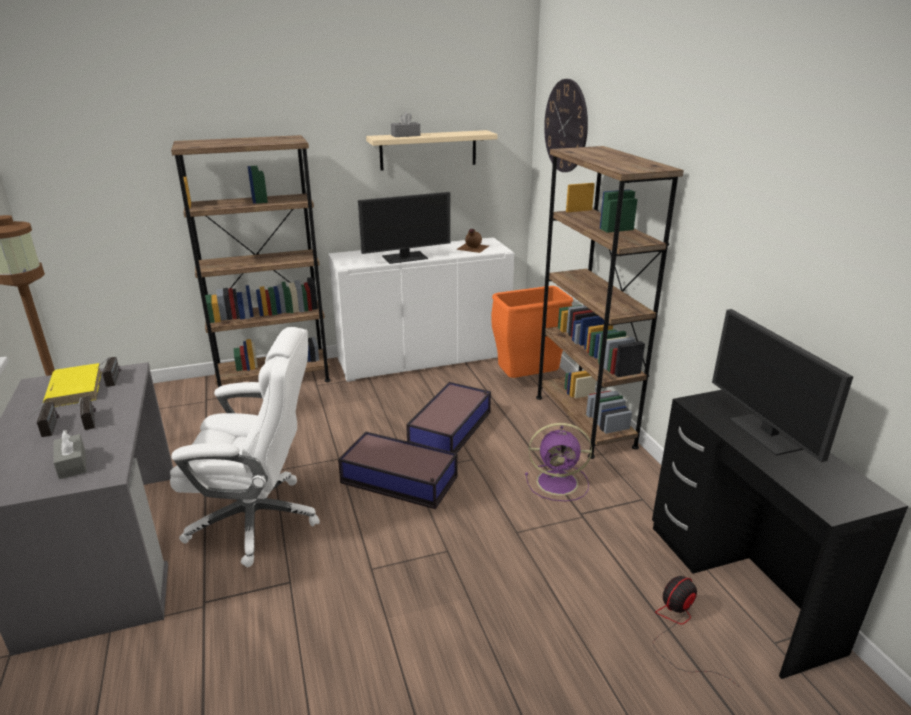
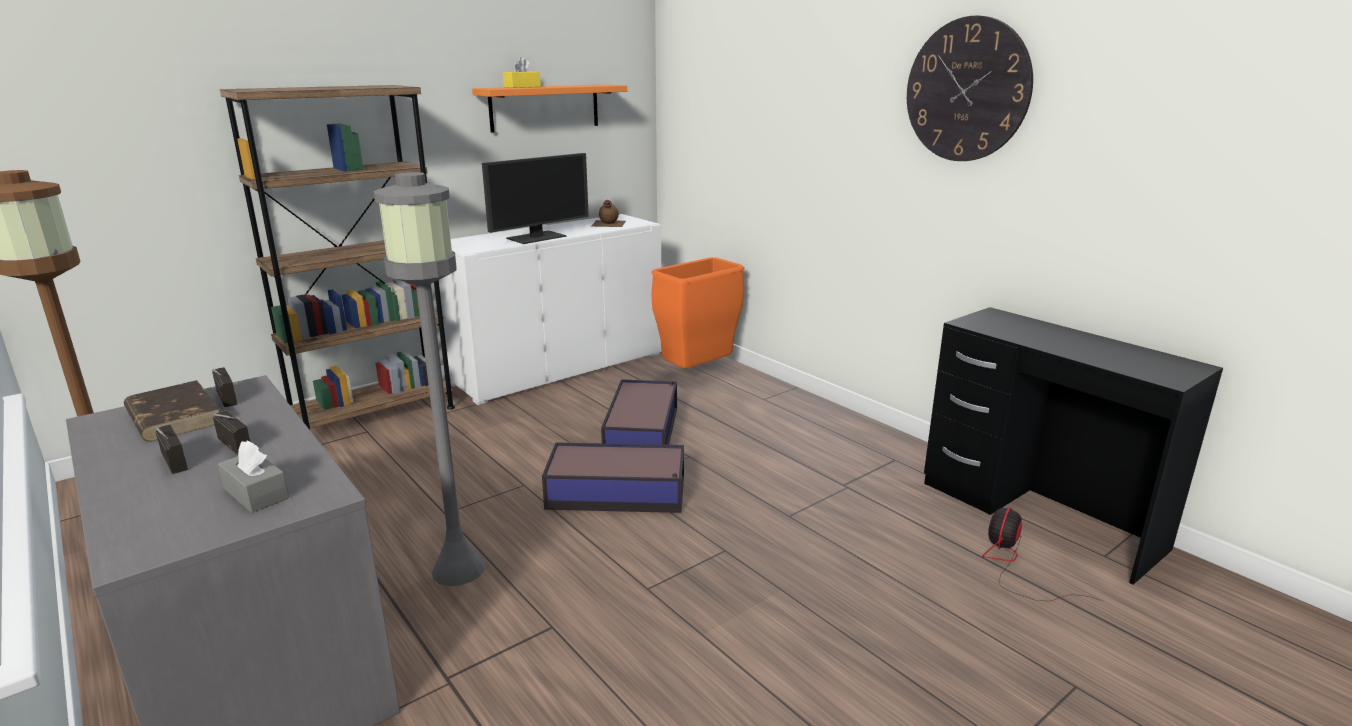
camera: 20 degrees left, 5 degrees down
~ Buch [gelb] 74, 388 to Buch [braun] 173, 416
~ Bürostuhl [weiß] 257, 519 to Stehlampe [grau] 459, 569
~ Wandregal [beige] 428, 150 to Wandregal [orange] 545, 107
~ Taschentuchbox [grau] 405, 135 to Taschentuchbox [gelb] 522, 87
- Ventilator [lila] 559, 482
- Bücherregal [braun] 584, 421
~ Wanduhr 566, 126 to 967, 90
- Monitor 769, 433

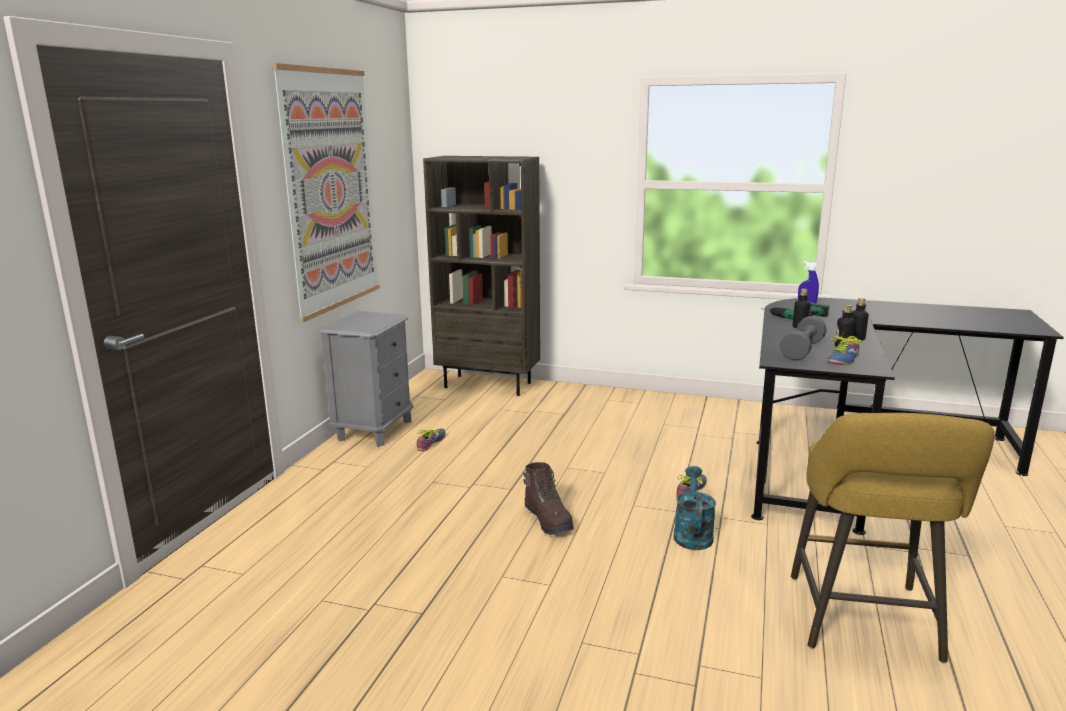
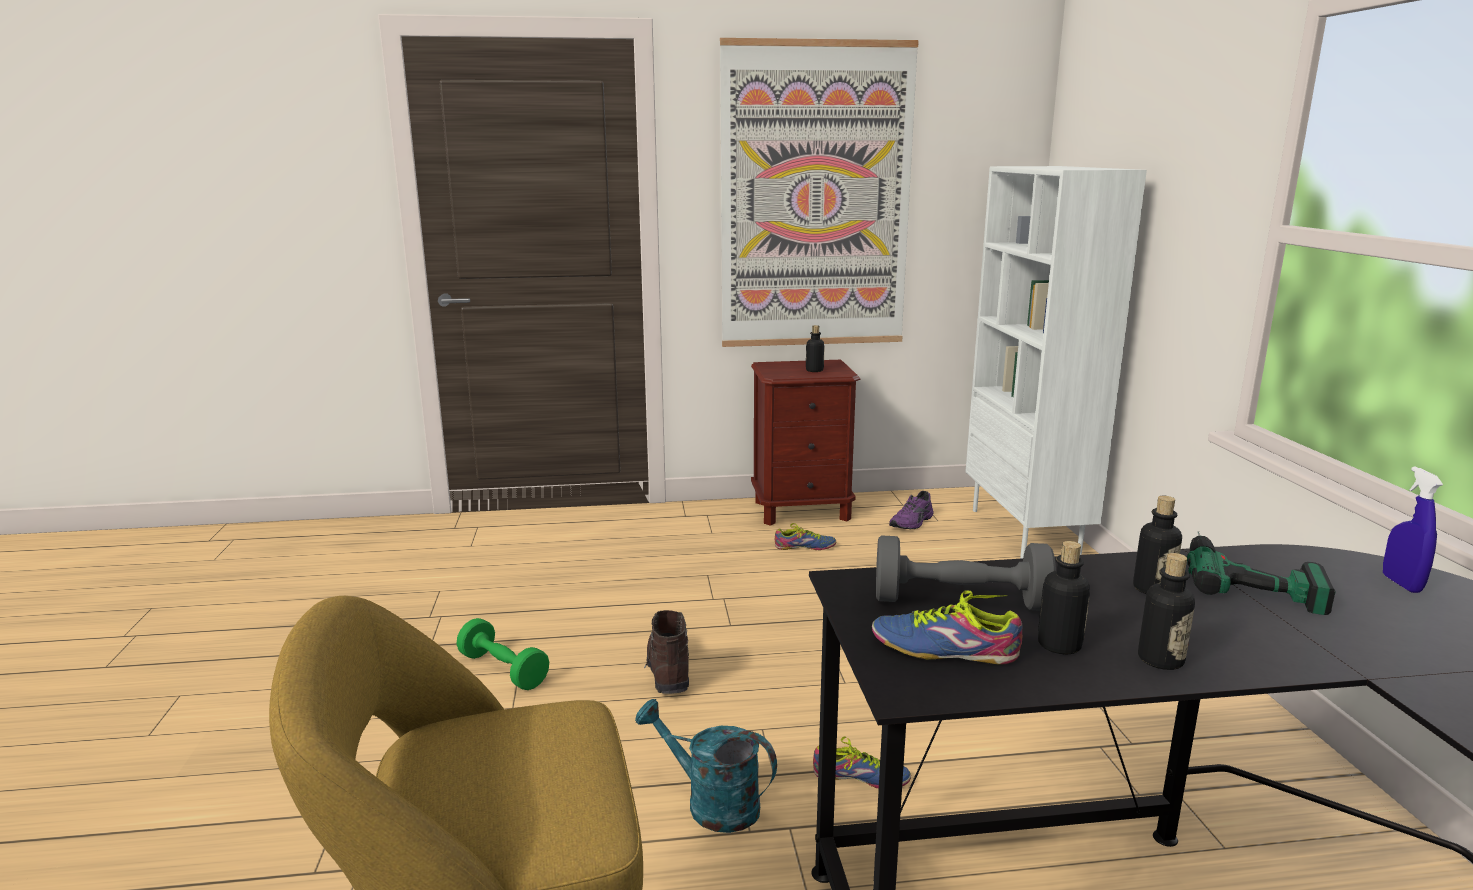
camera: 65 degrees right, 0 degrees up
~ Nachttisch [grau] 374, 430 to Nachttisch [braun] 802, 510
~ Bücherregal [braun] 489, 385 to Bücherregal [weiß] 1026, 532
~ Stiefel [braun] 549, 520 = 668, 670 135 degrees clockwise
~ Gießkanne [türkis] 692, 534 = 711, 803 135 degrees counterclockwise
+ Hantel [grün] 503, 670
+ Flasche 814, 370
+ Schuh [lila] 913, 522

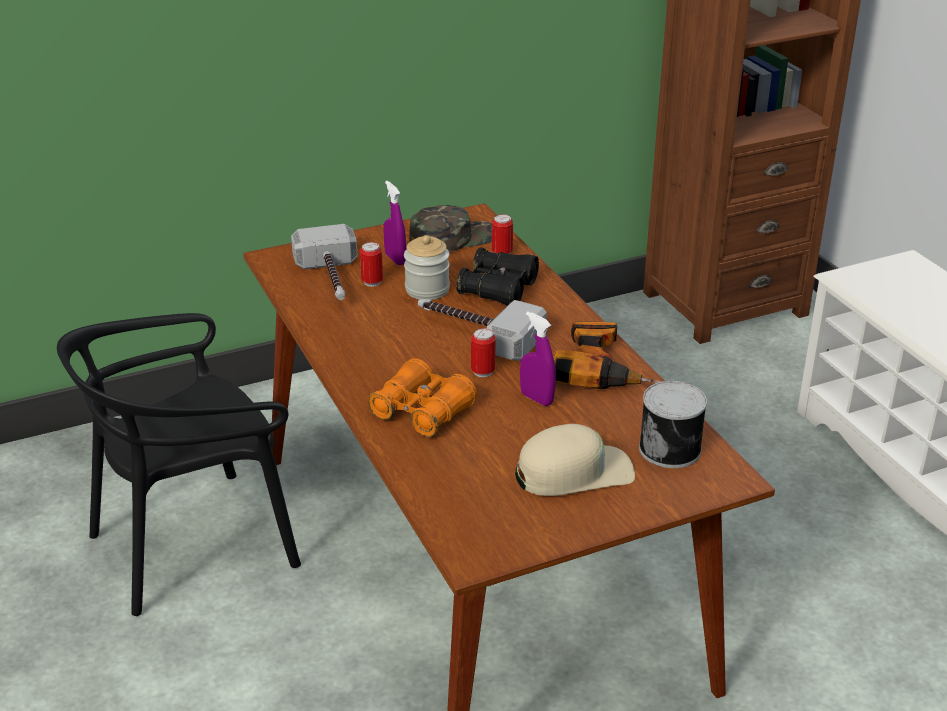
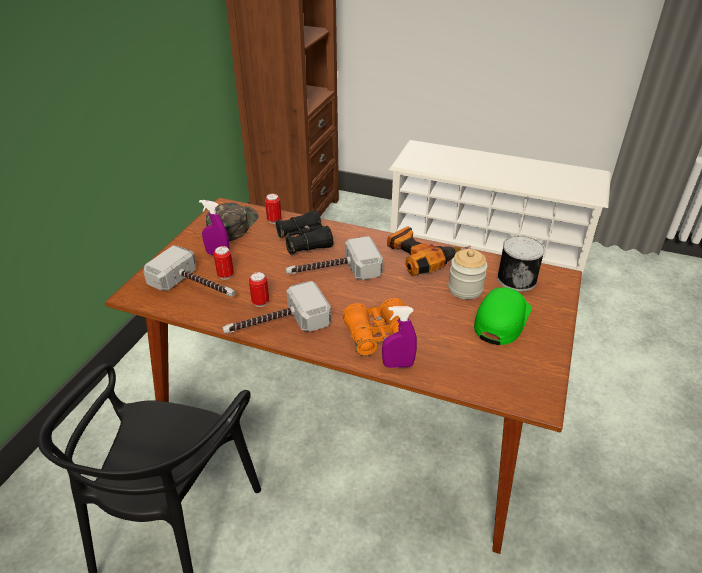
camera: 45 degrees left, 5 degrees up
~ Vorratsglas 427, 289 to 465, 289
~ Dose 483, 372 to 260, 302
~ Kappe [beige] 574, 472 to Kappe [grün] 501, 319
~ Sprühflasche [lila] 536, 399 to 398, 365
+ Hammer 275, 325

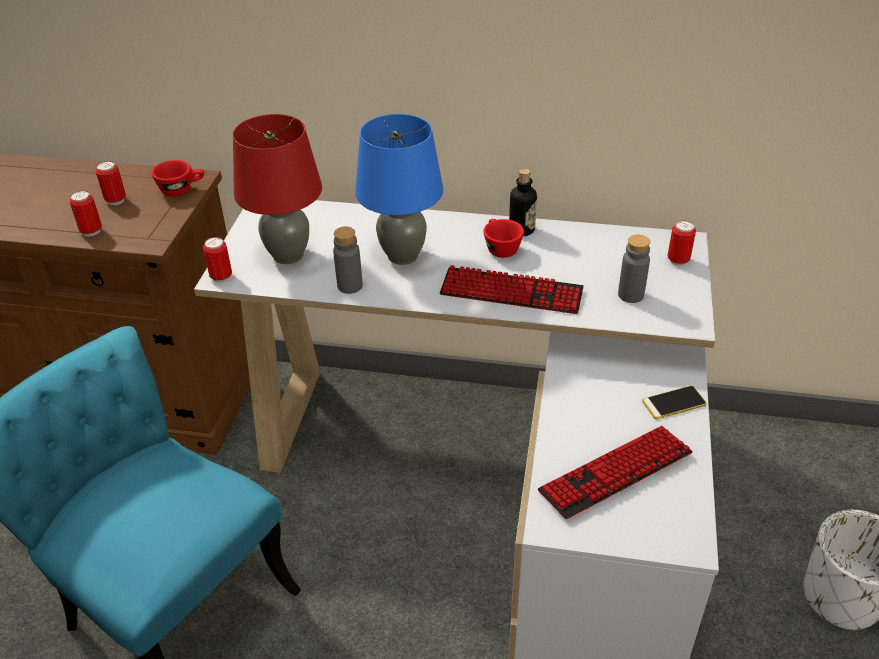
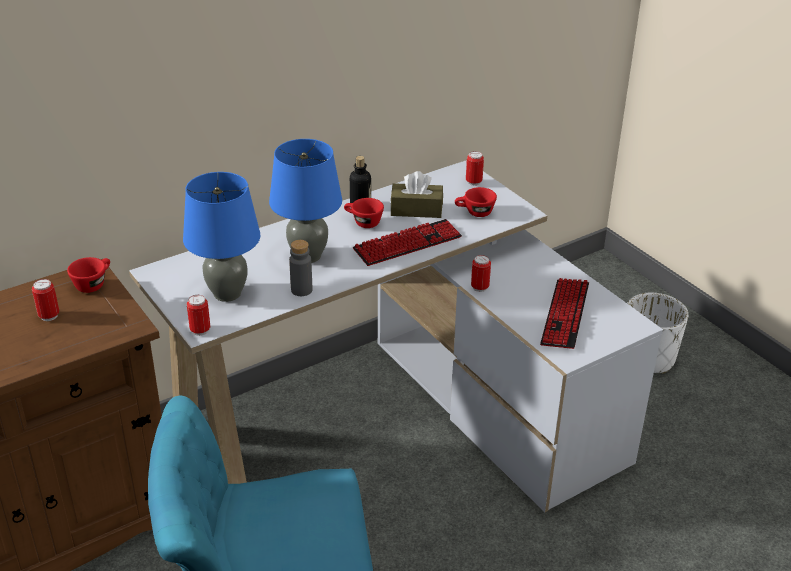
camera: 45 degrees left, 5 degrees down
~ Dose 91, 231 to 479, 287
~ Tischlampe [rot] 288, 255 to Tischlampe [blau] 227, 294
~ Flasche [grau] 630, 295 to Tasse [rot] 474, 213
- Handy 674, 403
+ Taschentuchbox [braun] 416, 210

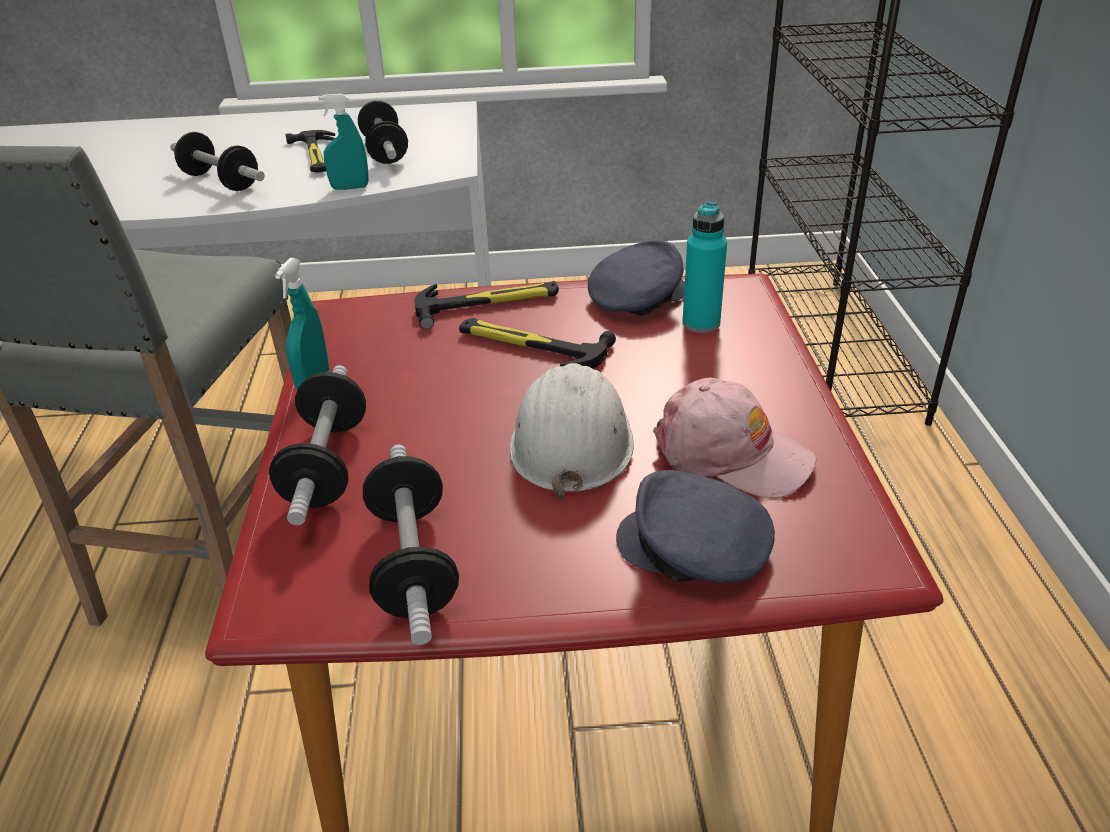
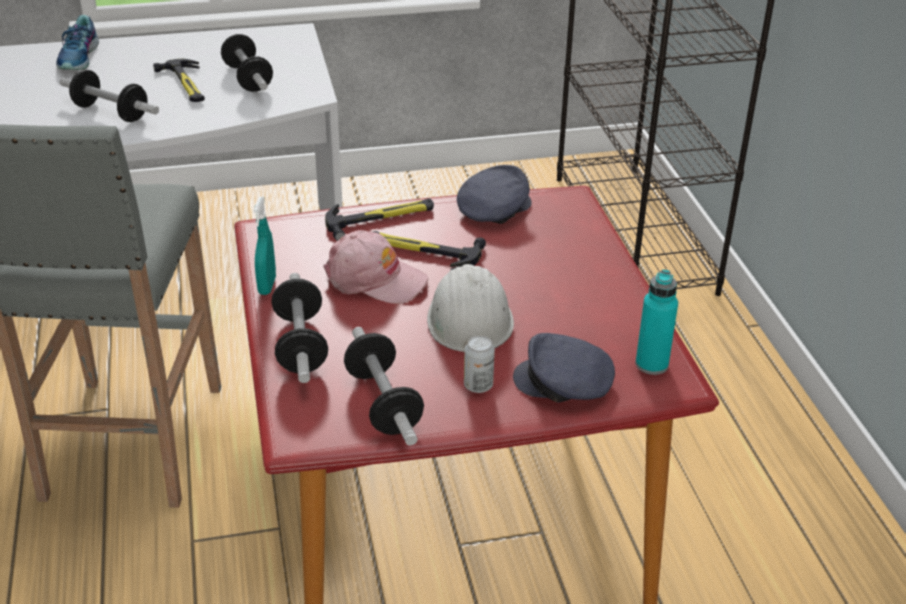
camera: 10 degrees left, 0 degrees up
- Sprühflasche [türkis] 350, 187
~ Kappe [rosa] 730, 453 to 375, 279
~ Flasche [türkis] 701, 323 to 651, 364
+ Schuh 80, 58
+ Dose 478, 385

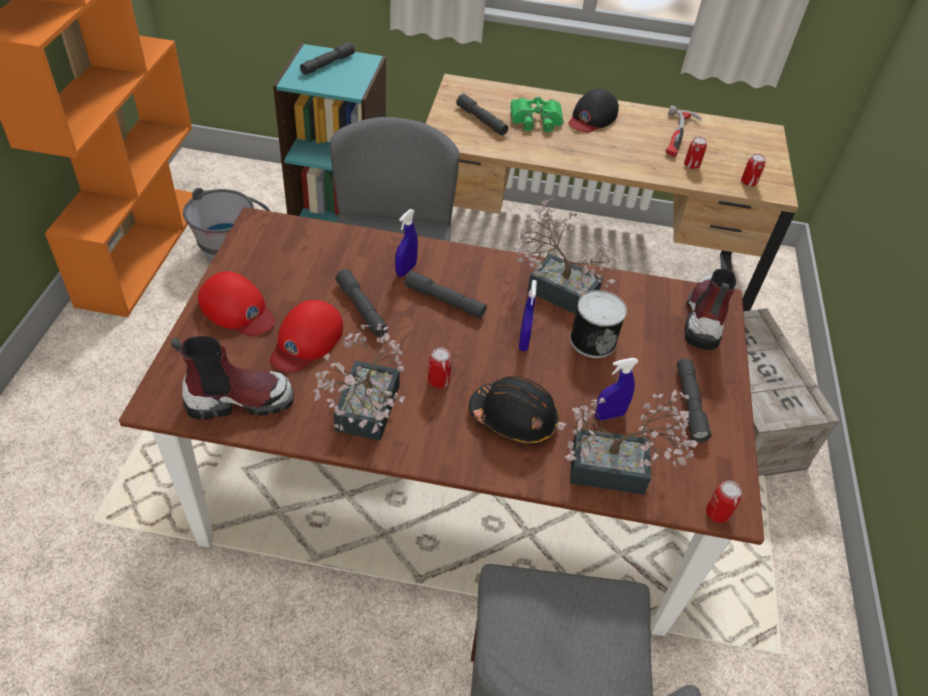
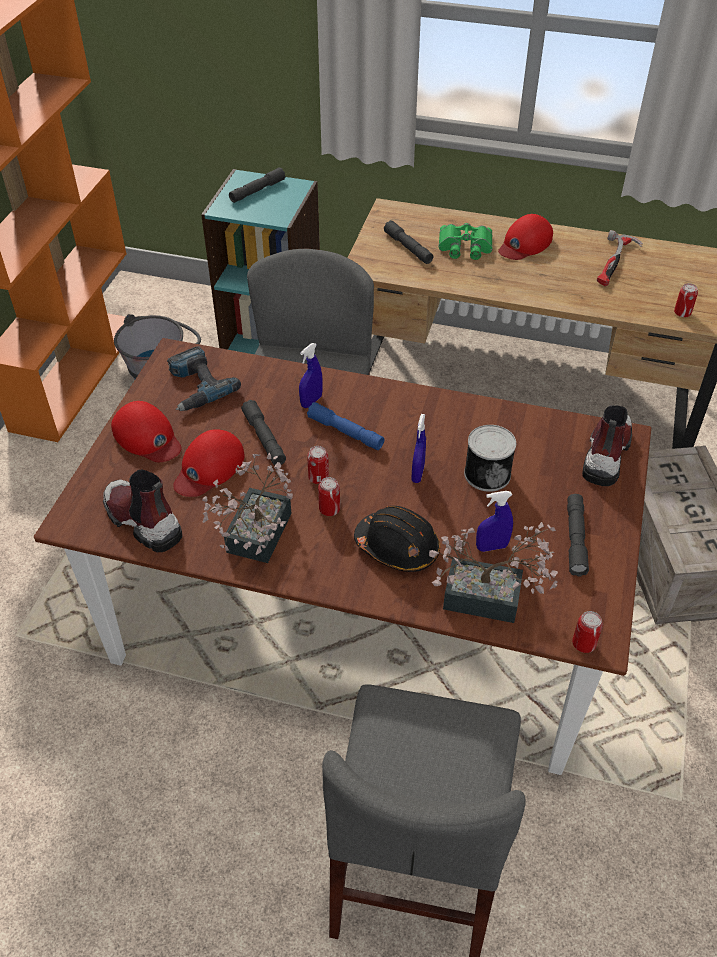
camera: 10 degrees right, 0 degrees up
~ Stiefel 239, 400 = 142, 522 135 degrees counterclockwise
~ Taschenlampe [grau] 445, 301 to Taschenlampe [blau] 345, 432
- Topfpflanze 556, 288
~ Kappe [schwarz] 592, 117 to Kappe [rot] 524, 243
~ Dose 691, 165 to 318, 478
+ Bohrmaschine 196, 386

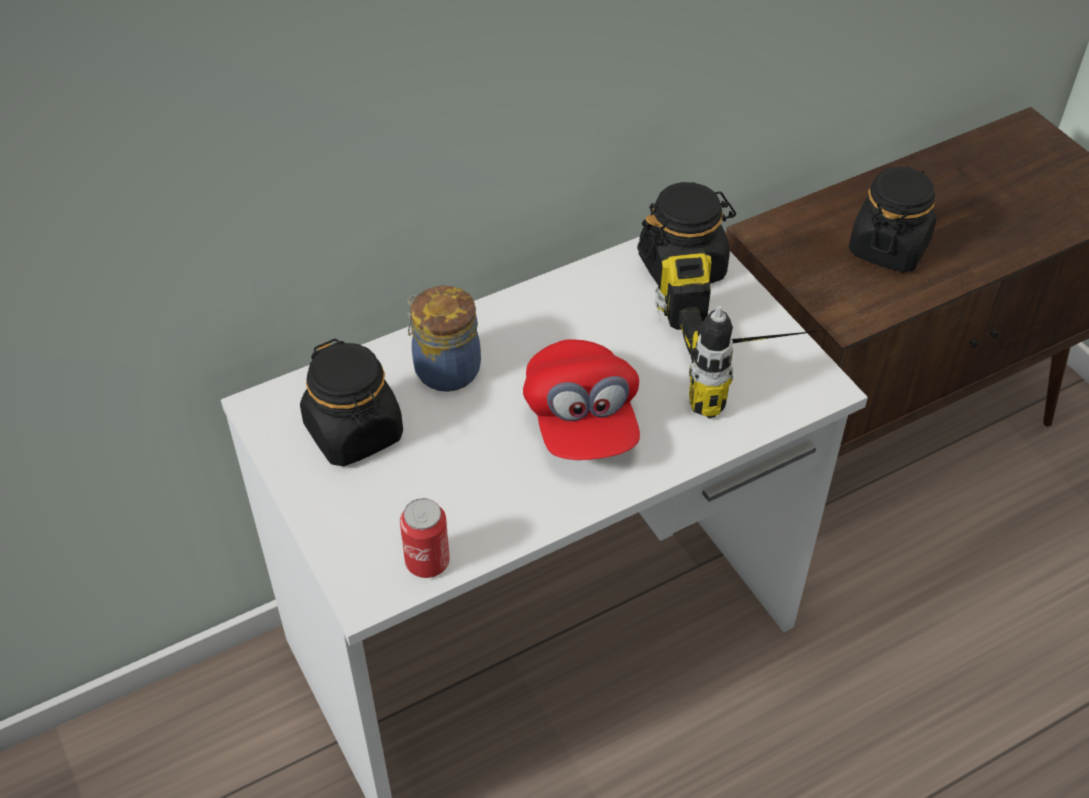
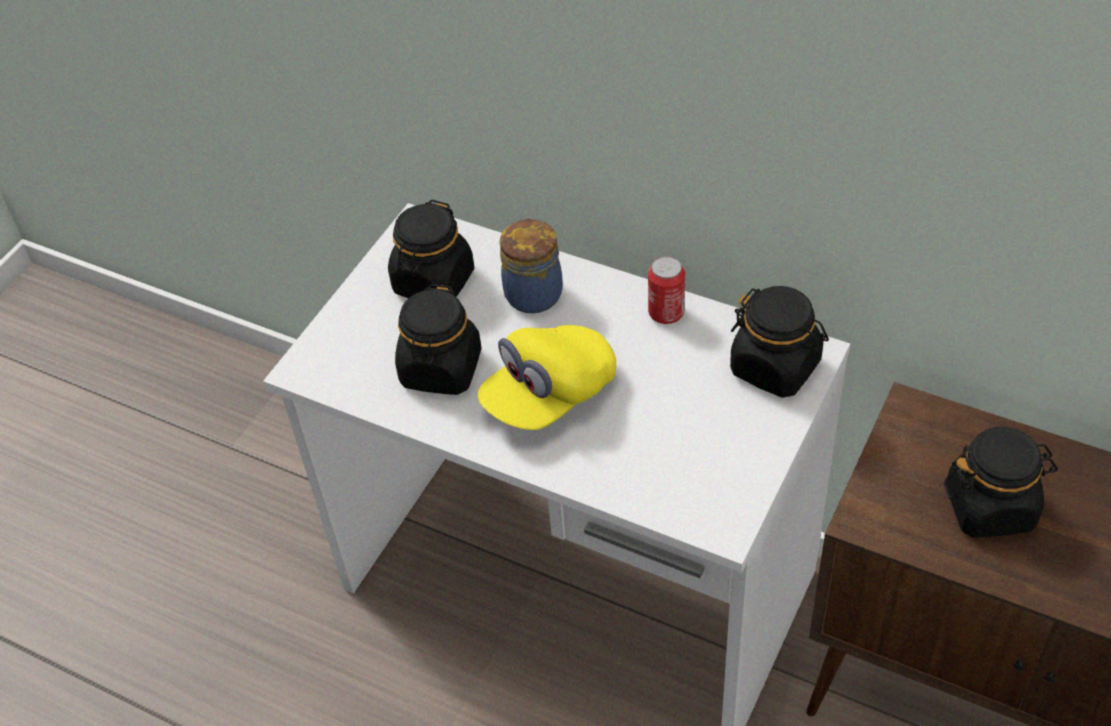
camera: 60 degrees right, 0 degrees up
~ Dose 427, 562 to 666, 313
~ Kappe [rot] 581, 421 to Kappe [gelb] 549, 395
- Bohrmaschine 745, 358
+ Vorratsglas [schwarz] 441, 369

